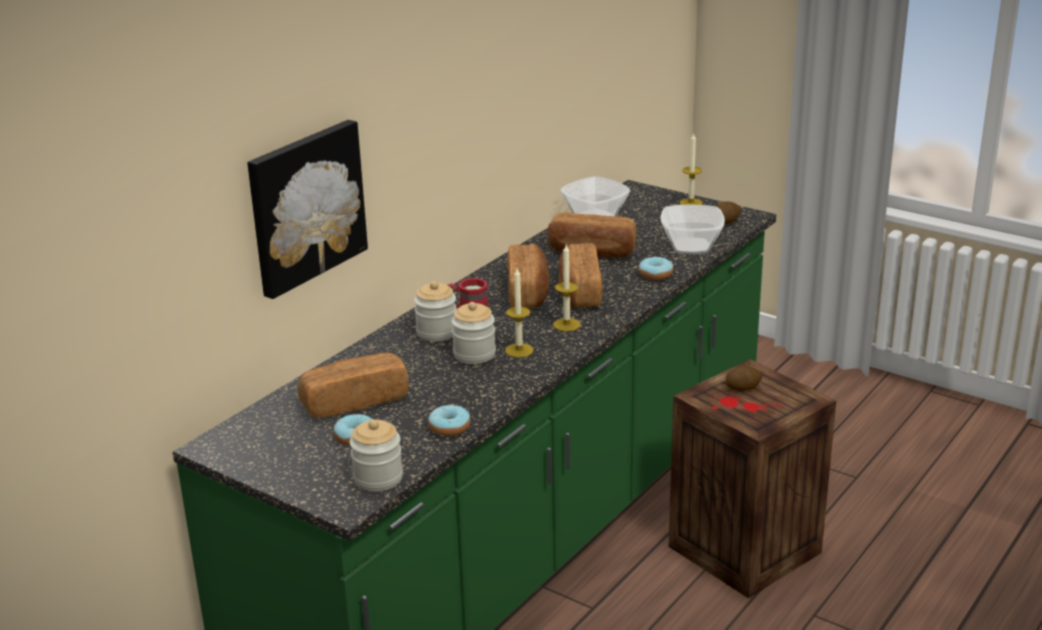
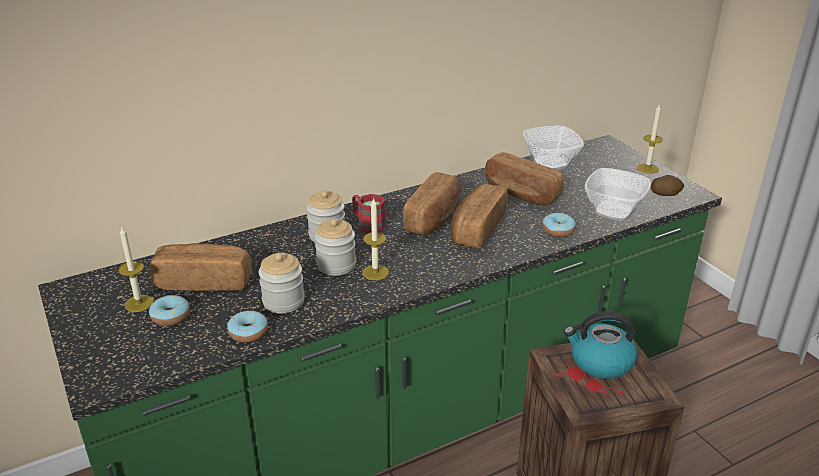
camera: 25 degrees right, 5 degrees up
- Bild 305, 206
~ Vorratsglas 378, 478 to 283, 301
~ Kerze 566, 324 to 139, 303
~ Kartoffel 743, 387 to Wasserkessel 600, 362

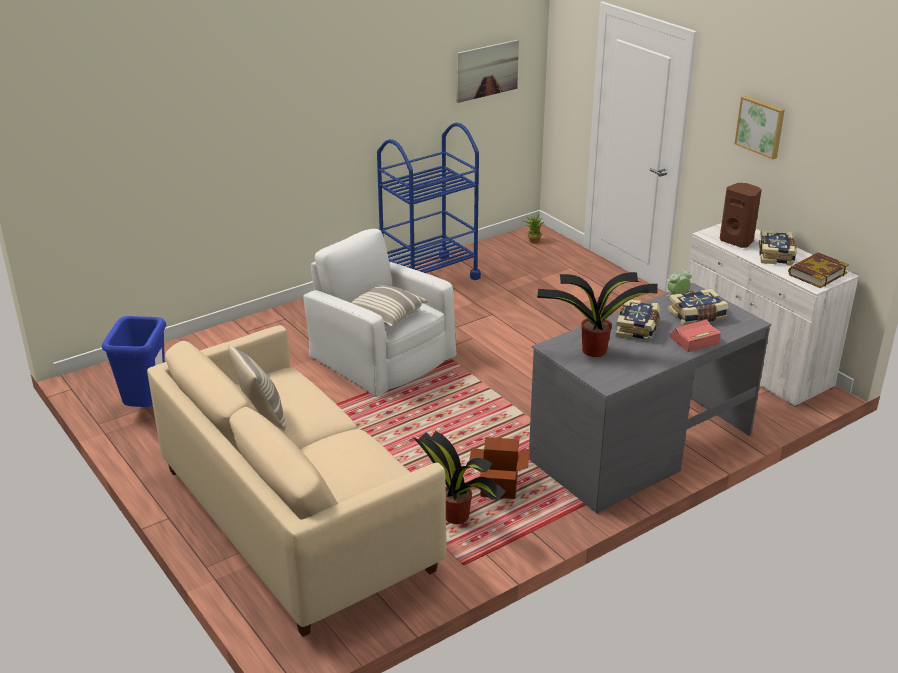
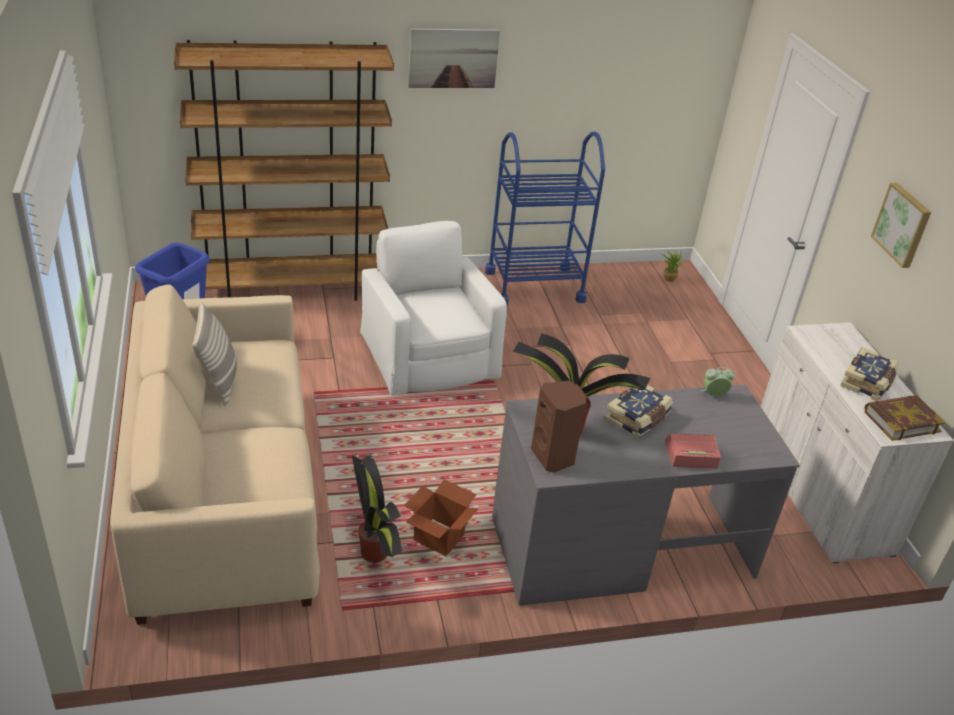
camera: 20 degrees right, 5 degrees up
- Kissen 385, 315
~ Bild 487, 70 to 453, 58
- Buch 697, 316
~ Lautsprecher [braun] 737, 241 to 554, 457
+ Bücherregal [braun] 292, 289

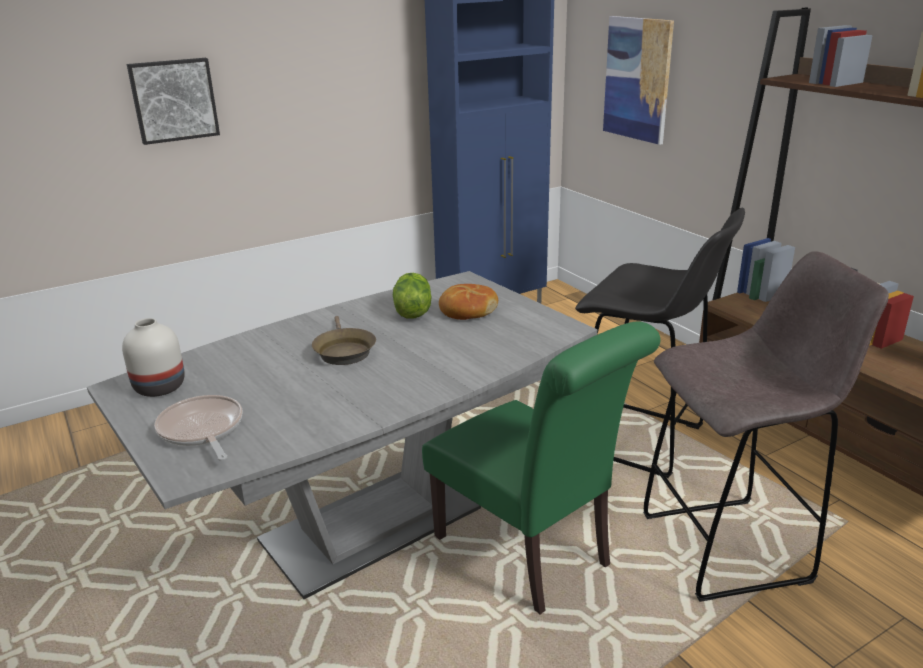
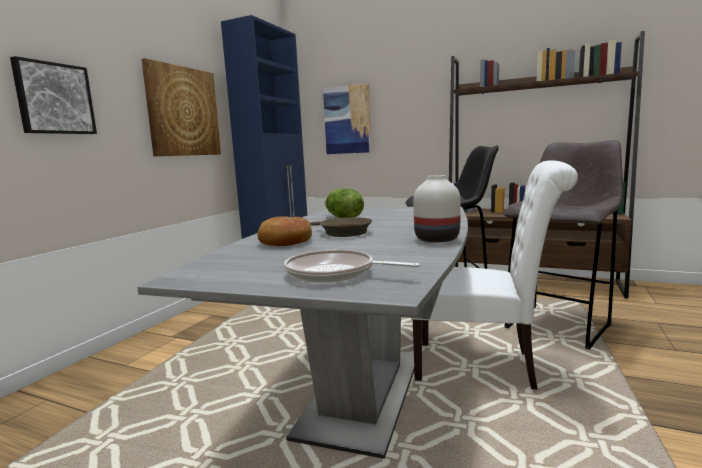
camera: 35 degrees left, 15 degrees down
~ Vase [weiß] 160, 386 to 435, 239
~ Stuhl [grün] 530, 556 to Stuhl [weiß] 483, 366
~ Brot 467, 311 to 285, 241
+ Bild 183, 112

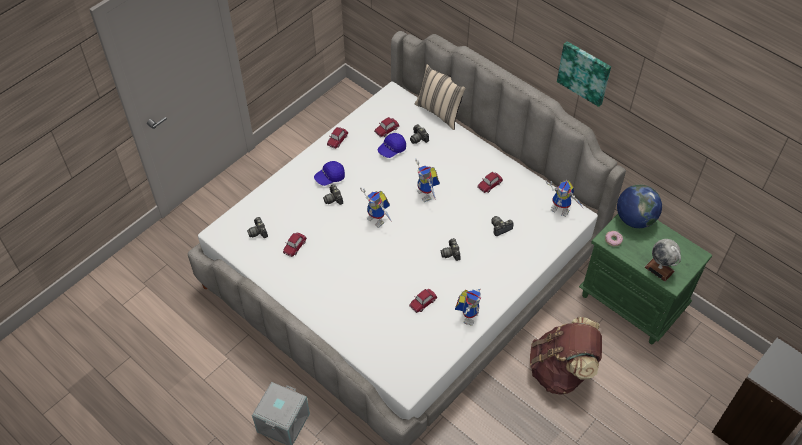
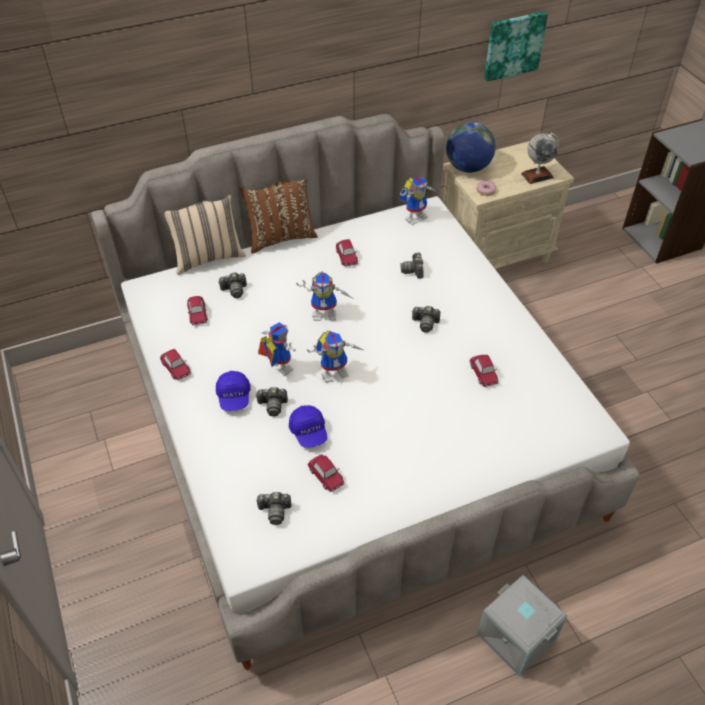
camera: 65 degrees left, 5 degrees down
~ Kappe [blau] 392, 149 to 309, 432
~ Spielzeugroboter 468, 314 to 276, 367
- Rucksack [braun] 561, 371
~ Bild 584, 72 to 513, 45
~ Nachttisch [grün] 632, 302 to Nachttisch [beige] 494, 255
+ Kissen [braun] 280, 237

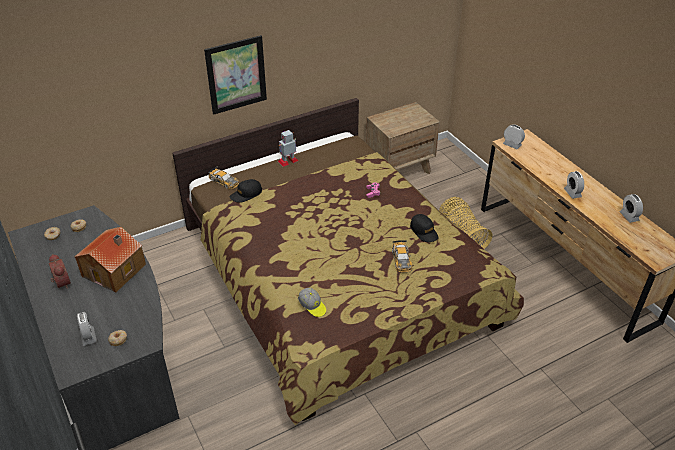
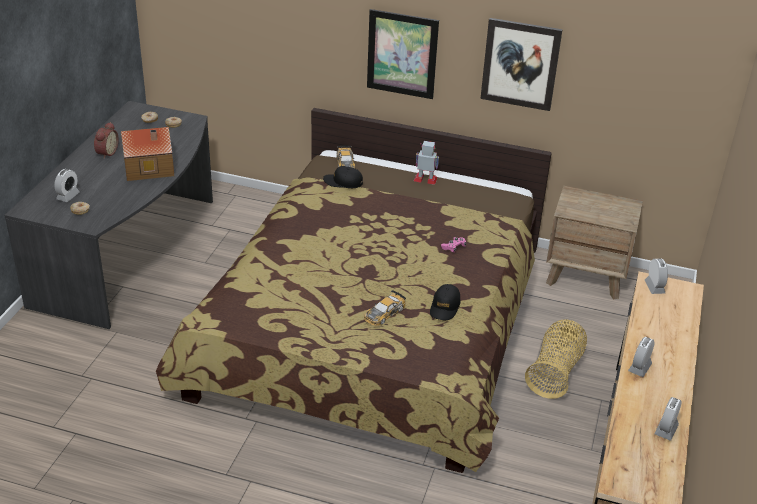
camera: 45 degrees right, 5 degrees down
- Kappe 312, 306
+ Bild 520, 64

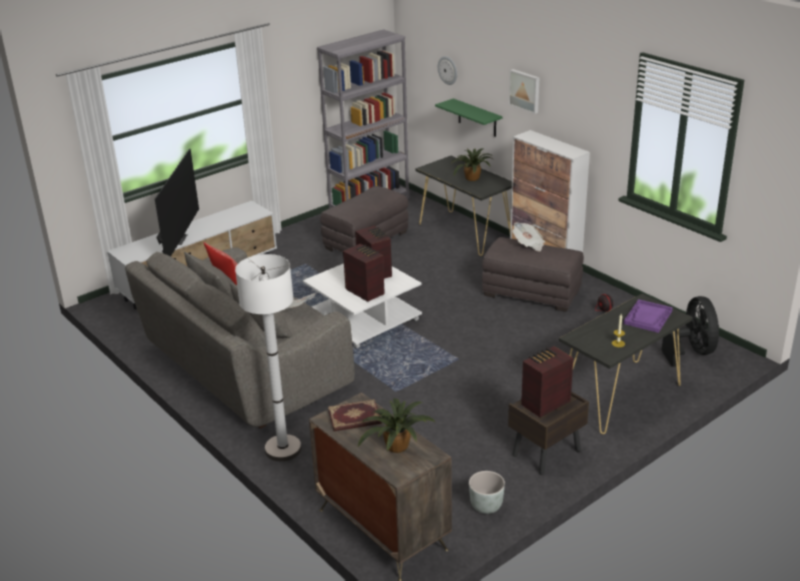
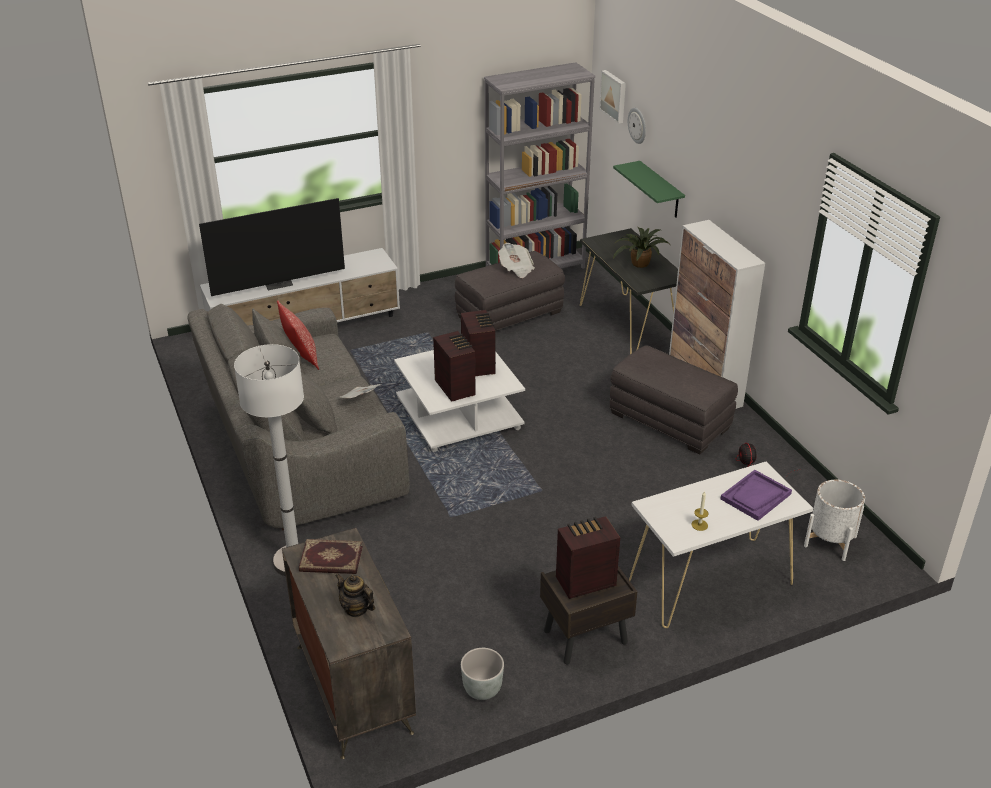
camera: 15 degrees right, 5 degrees up
~ Fernseher 177, 239 = 278, 283 45 degrees clockwise
~ Topfpflanze 396, 447 to Teekanne 356, 609
~ Bild 525, 90 to 614, 96
~ Zeitung 528, 245 to 516, 269
~ Konsolentisch [schwarz] 619, 396 to Konsolentisch [weiß] 709, 582
~ Ventilator [schwarz] 691, 352 to Pflanzkübel [weiß] 830, 541

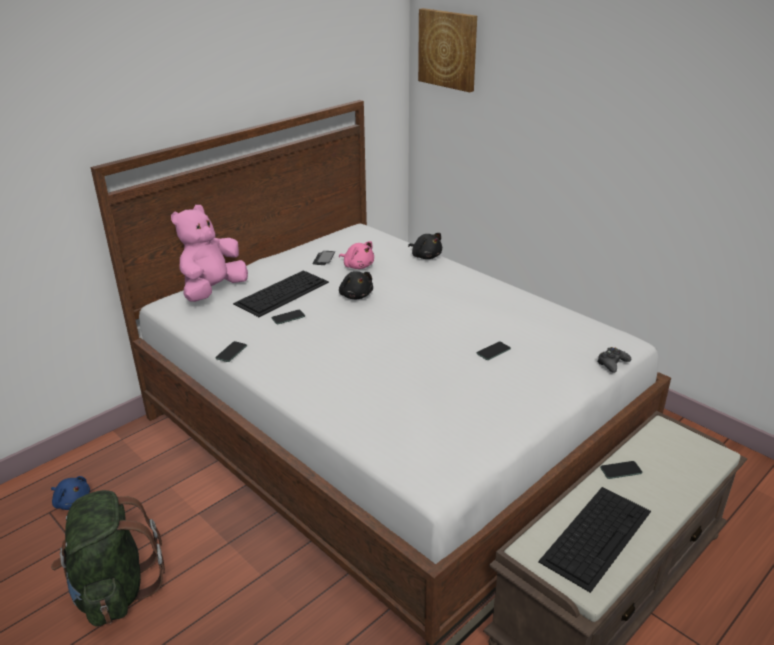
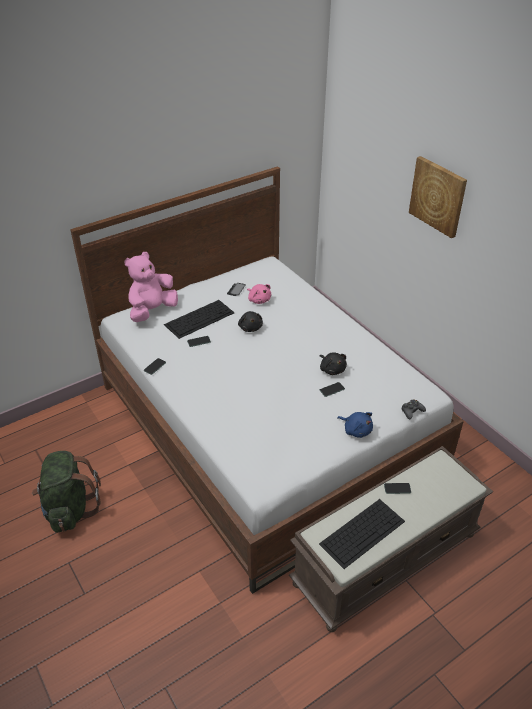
camera: 10 degrees right, 10 degrees up
~ Plüschtier [blau] 72, 501 to 356, 430
~ Plüschtier [schwarz] 425, 256 to 332, 369
~ Bild 448, 49 to 438, 196

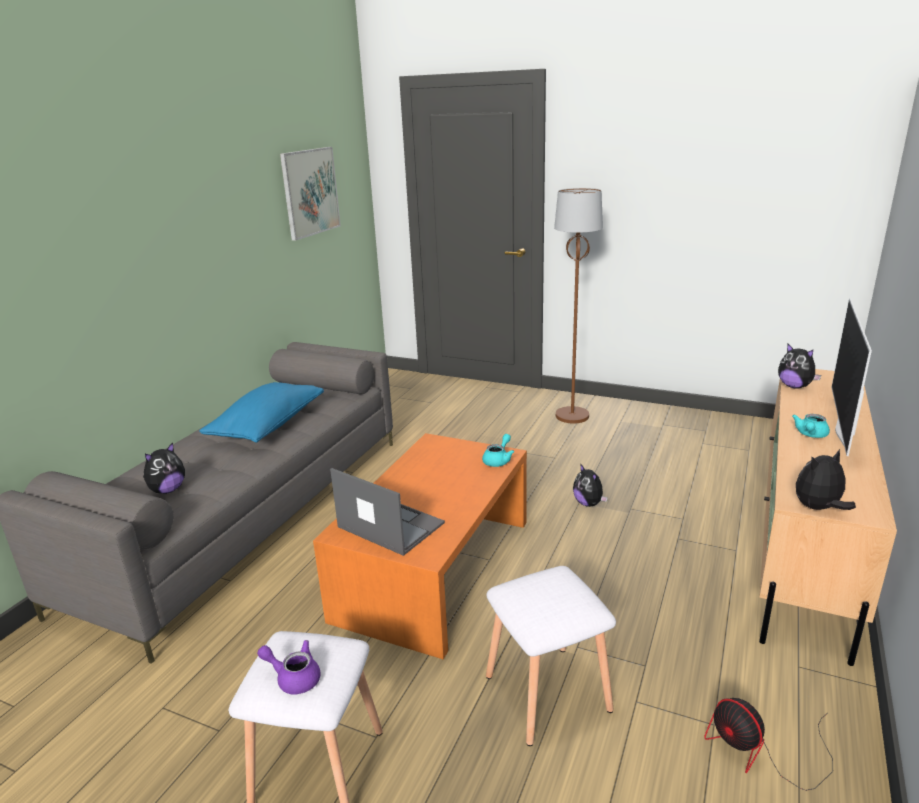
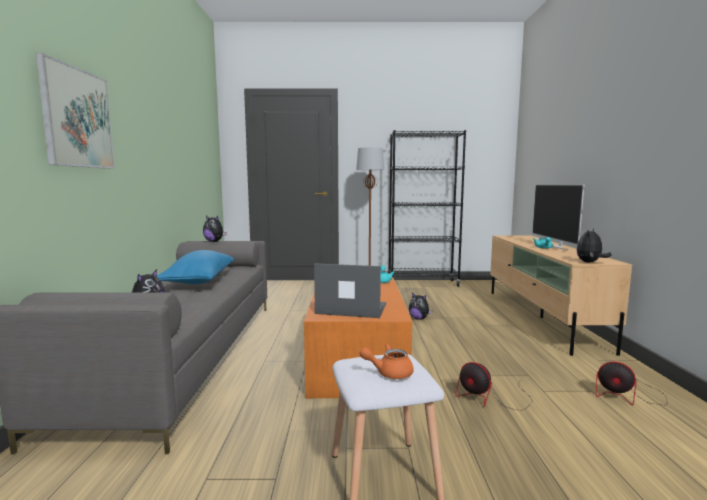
camera: 25 degrees left, 15 degrees down
~ Teekanne [lila] 294, 678 to Teekanne [orange] 389, 373
~ Bild 310, 192 to 77, 118
~ Hocker [weiß] 545, 692 to Ventilator 490, 398
~ Plüschtier 795, 386 to 214, 241
+ Bücherregal [schwarz] 423, 283

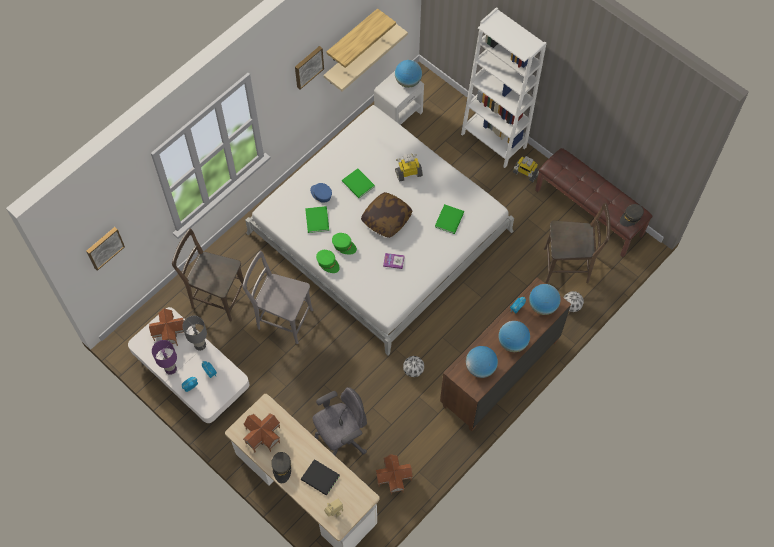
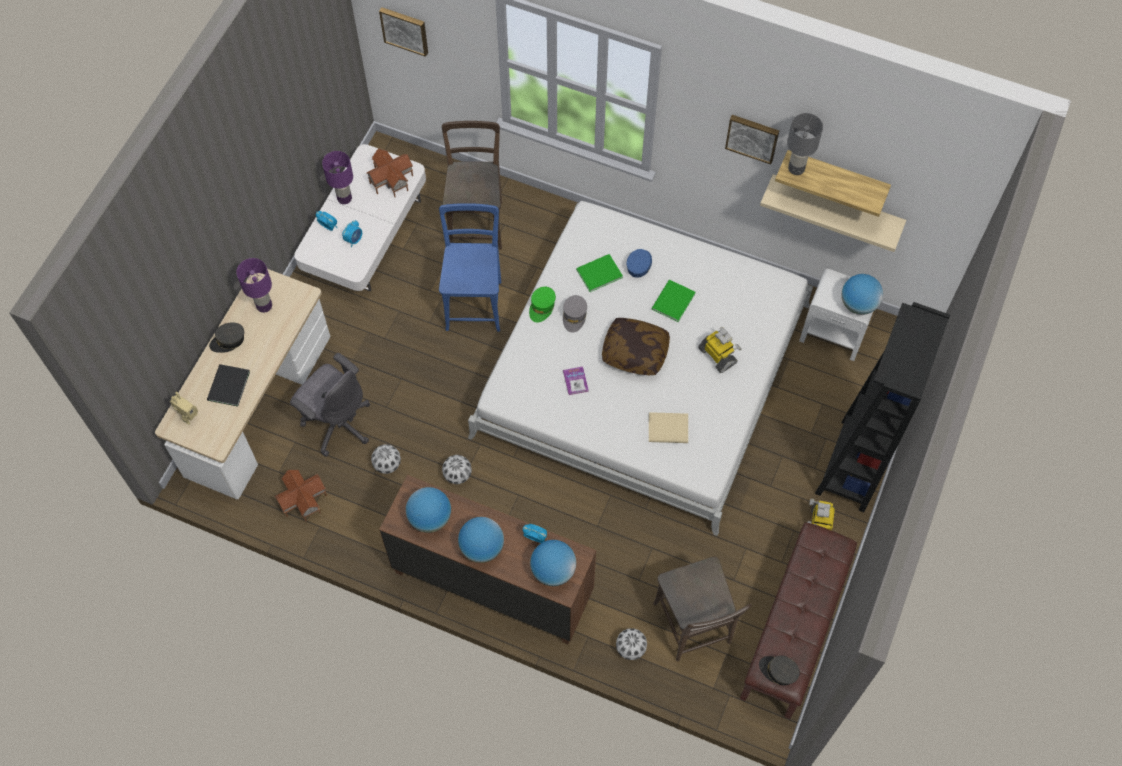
camera: 70 degrees right, 0 degrees up
~ Tischlampe [grau] 200, 345 to 796, 168
~ Stuhl [grau] 282, 318 to Stuhl [blau] 474, 301
~ Spielzeughaus 262, 435 to Tischlampe [lila] 264, 305
~ Kappe [grün] 344, 245 to Kappe [grau] 574, 316
~ Buch [grün] 450, 219 to Buch [beige] 669, 429
~ Bücherregal [weiß] 493, 140 to Bücherregal [schwarz] 853, 465
+ Fußball 387, 464

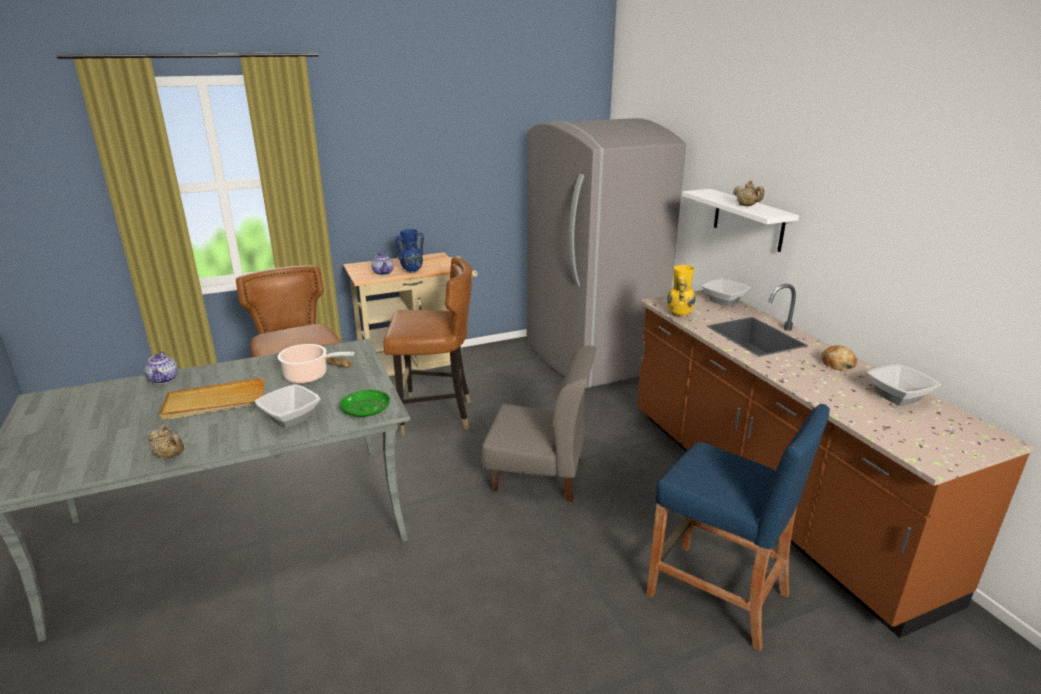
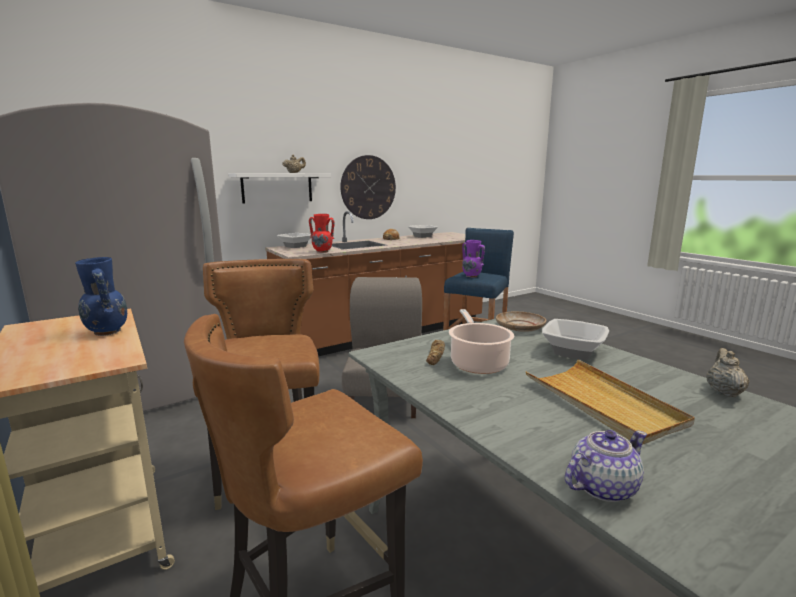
camera: 100 degrees left, 10 degrees down
~ Teller [grün] 365, 409 to Teller [beige] 520, 327
- Teekanne 383, 272
~ Vase [gelb] 679, 315 to Vase [rot] 322, 252
+ Wanduhr 368, 187
+ Vase [lila] 472, 276

